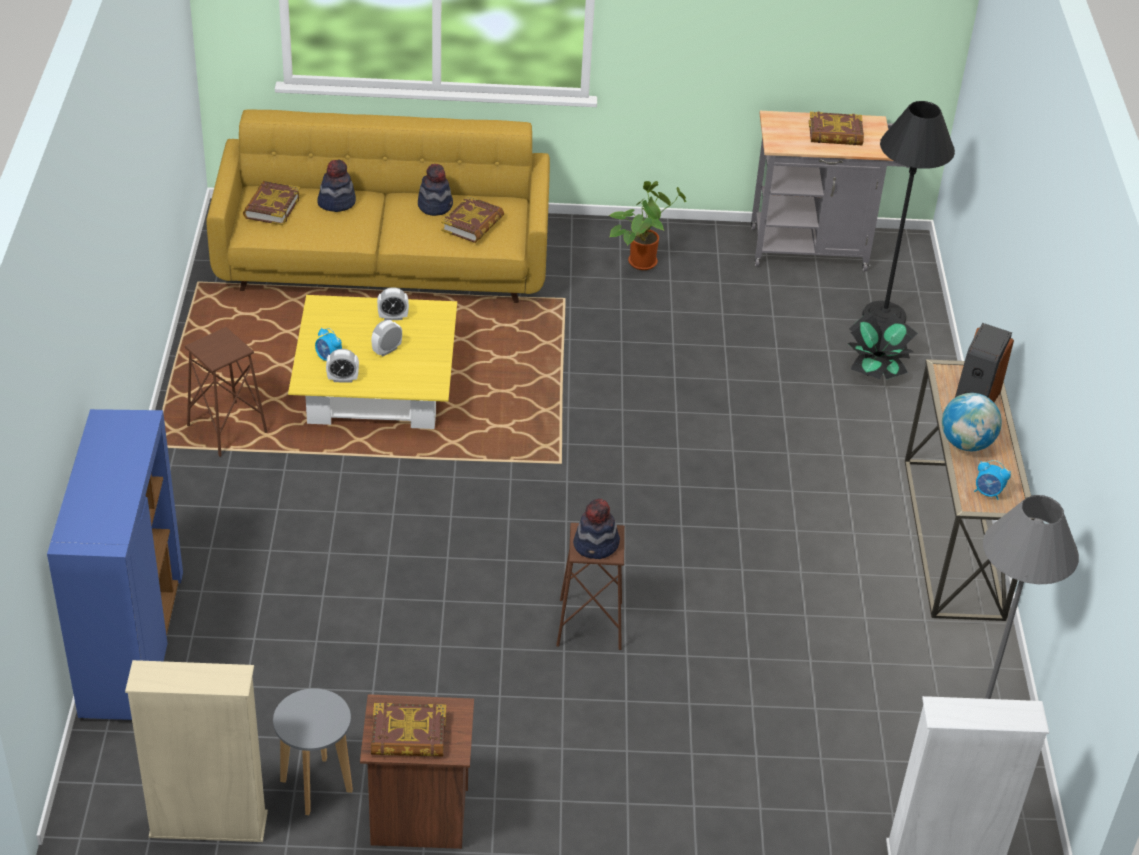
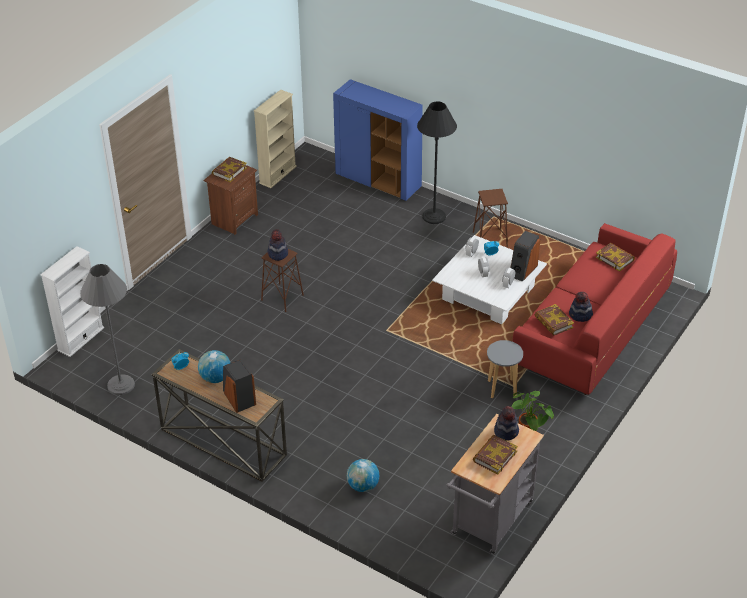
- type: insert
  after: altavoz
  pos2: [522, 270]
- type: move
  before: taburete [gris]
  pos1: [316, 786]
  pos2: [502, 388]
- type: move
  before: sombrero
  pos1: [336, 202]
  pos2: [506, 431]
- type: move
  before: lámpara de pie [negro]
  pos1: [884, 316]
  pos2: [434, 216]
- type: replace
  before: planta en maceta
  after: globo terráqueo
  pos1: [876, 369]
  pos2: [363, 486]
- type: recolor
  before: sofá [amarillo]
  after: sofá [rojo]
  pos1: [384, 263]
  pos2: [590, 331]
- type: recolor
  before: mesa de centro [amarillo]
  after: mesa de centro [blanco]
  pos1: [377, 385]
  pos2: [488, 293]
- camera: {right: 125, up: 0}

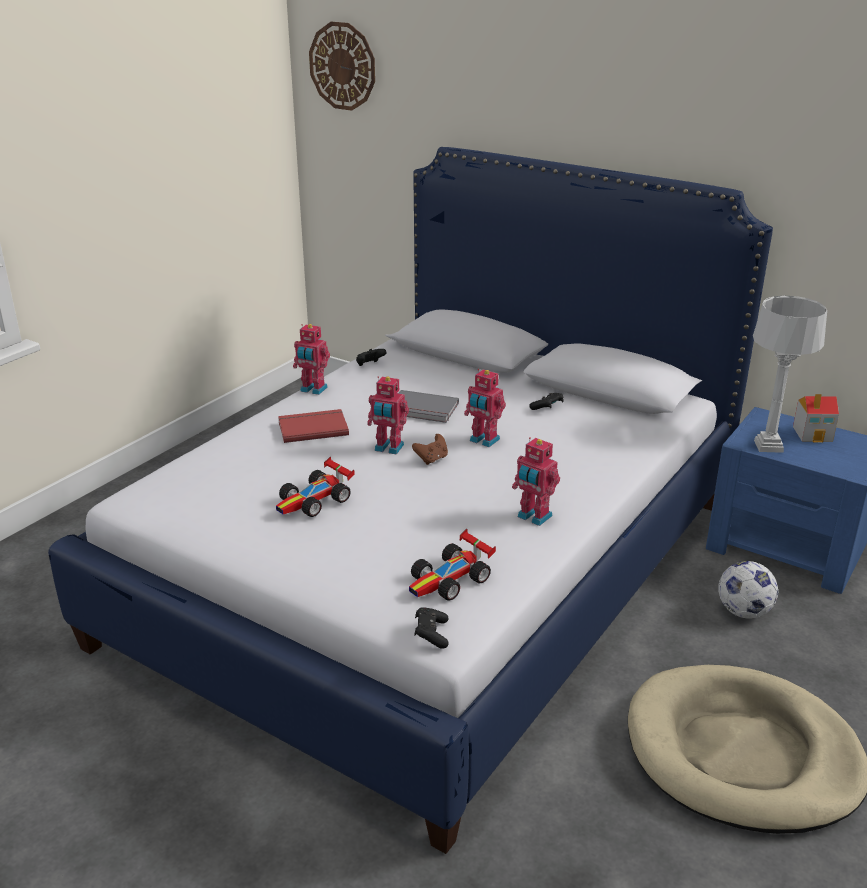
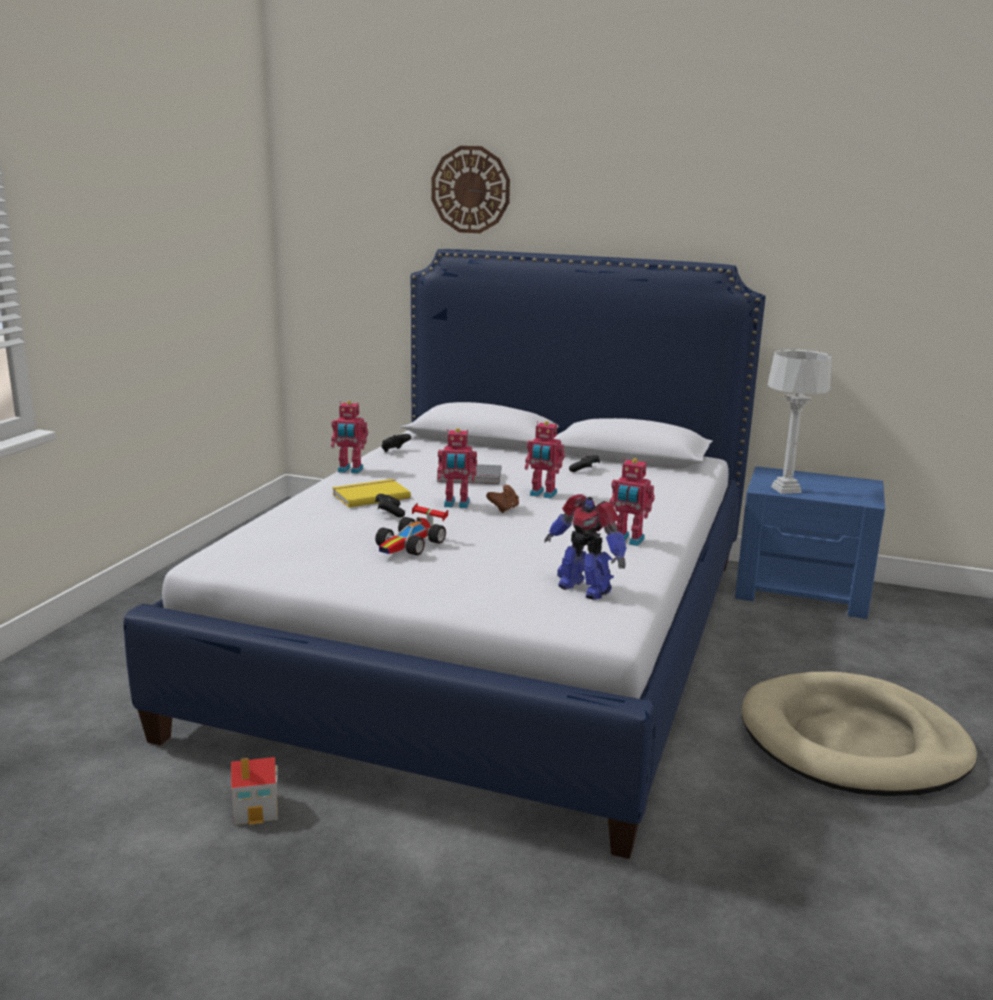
- type: delete
  before: balón de fútbol
  pos1: [743, 612]
- type: move
  before: reloj de pared
  pos1: [342, 66]
  pos2: [470, 189]
- type: move
  before: mando de consola [negro]
  pos1: [431, 634]
  pos2: [389, 512]
- type: move
  before: casita
  pos1: [813, 434]
  pos2: [257, 809]
- type: replace
  before: coche de juguete
  after: robot de juguete
  pos1: [451, 580]
  pos2: [584, 588]
- type: recolor
  before: libro [rojo]
  after: libro [amarillo]
  pos1: [312, 428]
  pos2: [370, 495]
- camera: {right: -15, up: -10}

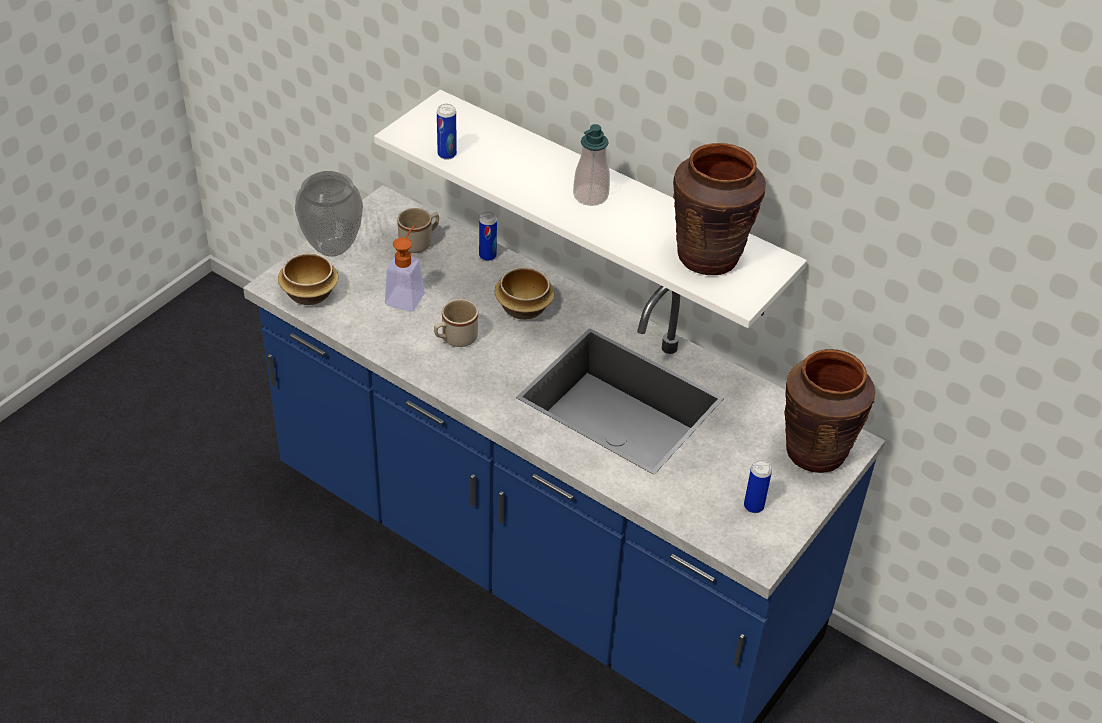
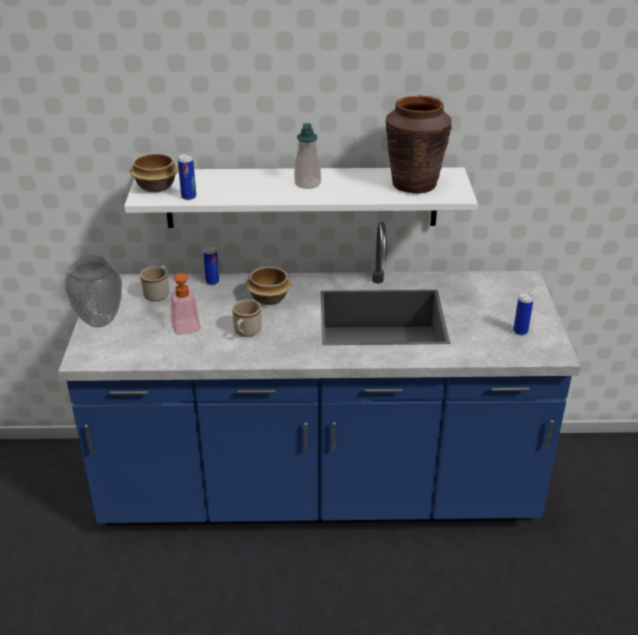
- type: delete
  before: florero [marrón]
  pos1: [815, 451]
- type: move
  before: cuenco
  pos1: [309, 293]
  pos2: [155, 186]
- camera: {right: -35, up: -10}

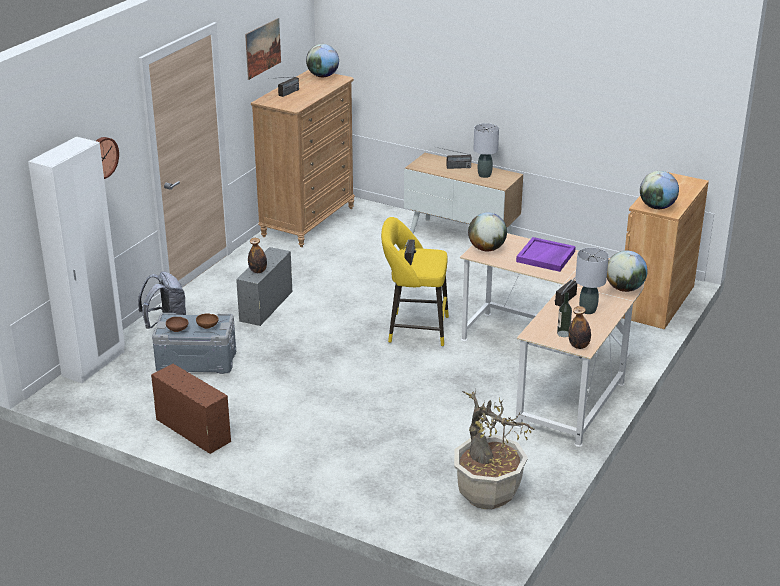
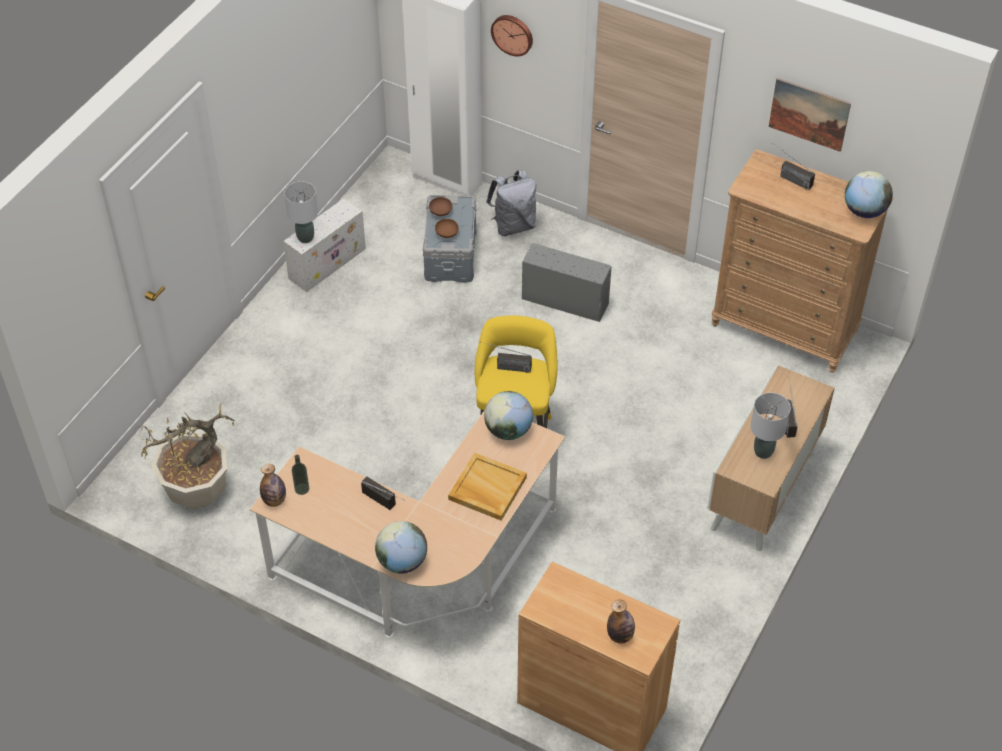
- type: delete
  before: globo terráqueo
  pos1: [657, 207]
- type: move
  before: botella
  pos1: [258, 271]
  pos2: [620, 636]
- type: move
  before: lámpara de mesa [gris]
  pos1: [588, 310]
  pos2: [305, 238]
- type: recolor
  before: caja de almacenaje [marrón]
  after: caja de almacenaje [blanco]
  pos1: [192, 430]
  pos2: [328, 263]
- type: recolor
  before: bandeja [morado]
  after: bandeja [beis]
  pos1: [546, 257]
  pos2: [486, 488]
- camera: {right: 90, up: 20}

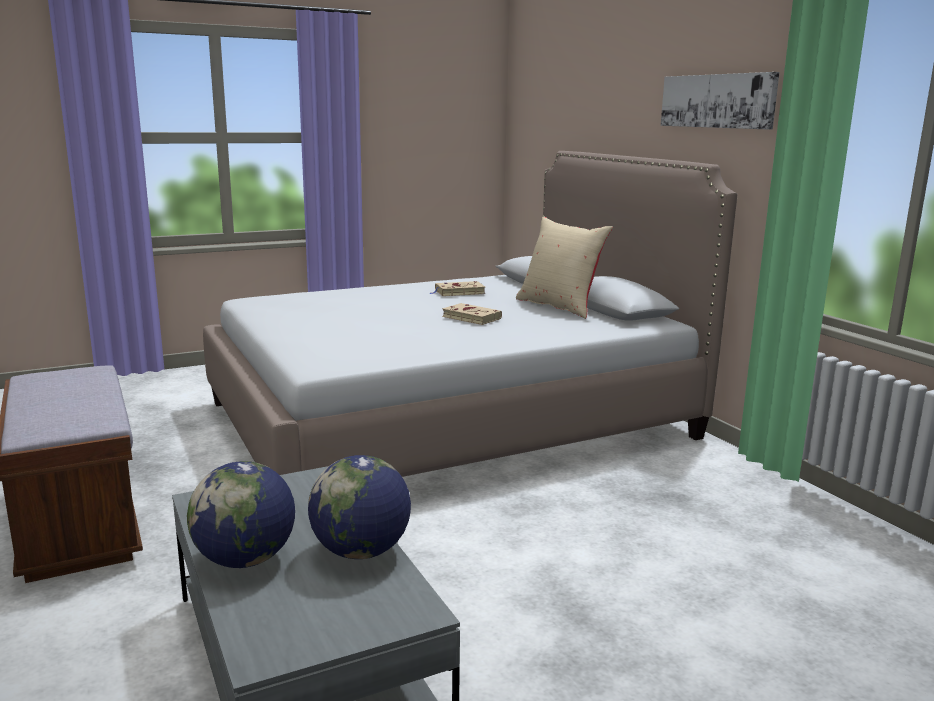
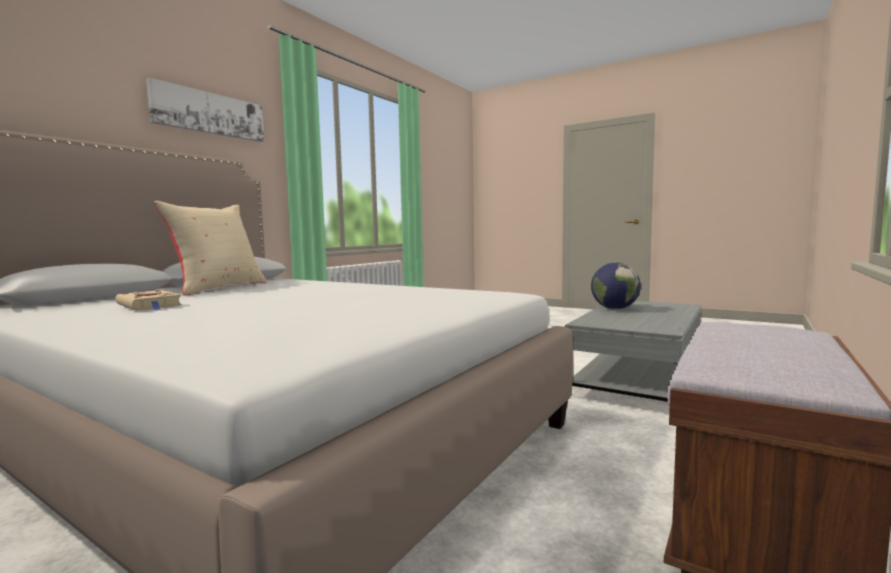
- type: delete
  before: globo terráqueo
  pos1: [245, 560]
- type: delete
  before: libro [beis]
  pos1: [470, 317]
- camera: {right: -120, up: -10}

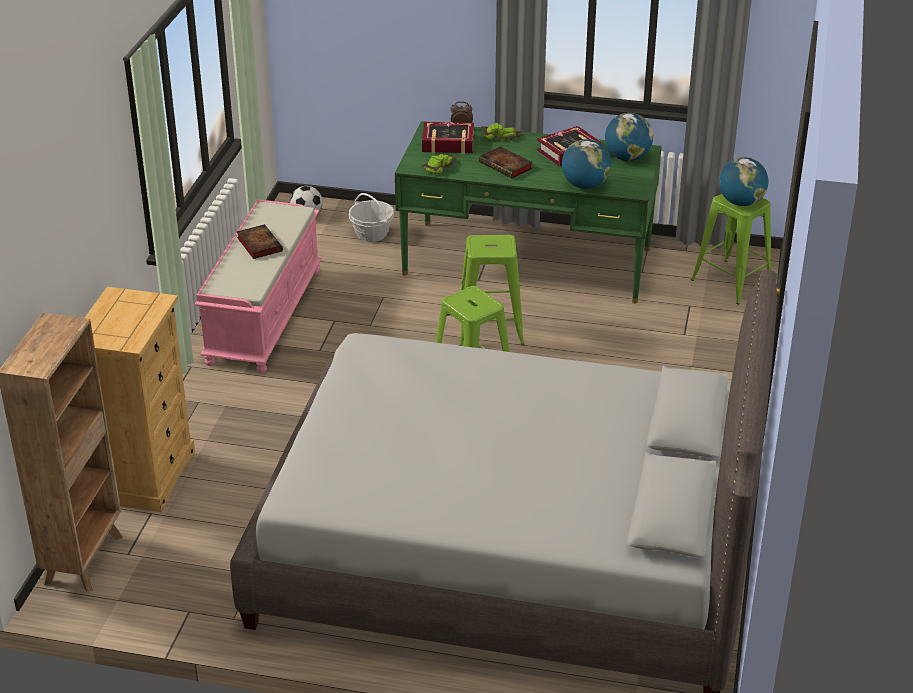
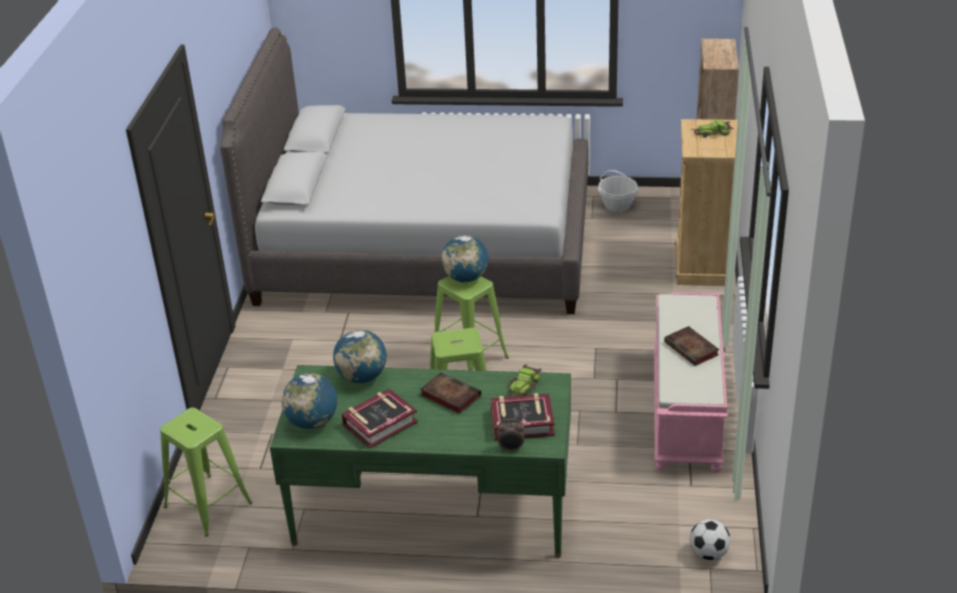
- type: move
  before: cesta
  pos1: [372, 234]
  pos2: [617, 205]
- type: move
  before: coche de juguete
  pos1: [502, 136]
  pos2: [712, 133]
- type: move
  before: globo terráqueo
  pos1: [741, 202]
  pos2: [466, 278]
- camera: {right: 175, up: 0}

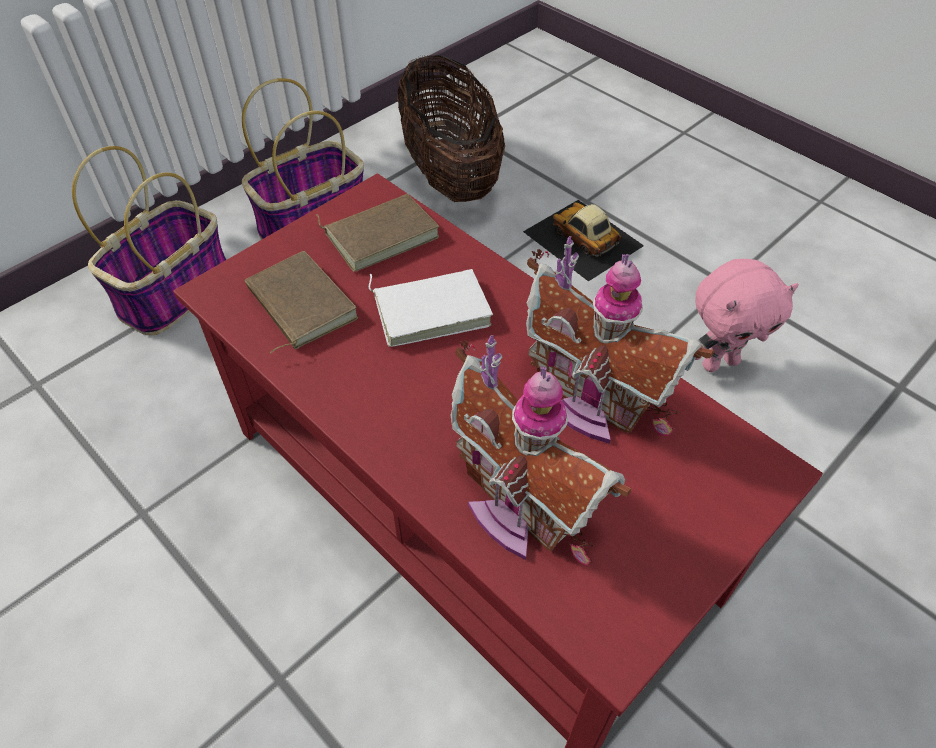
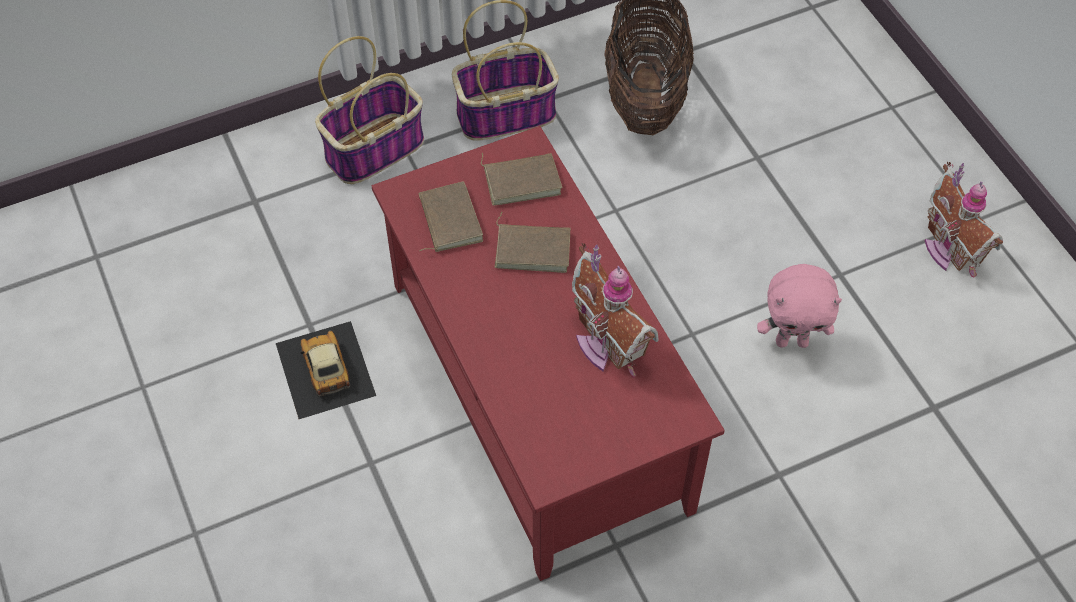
- type: move
  before: casita
  pos1: [519, 506]
  pos2: [949, 248]
- type: move
  before: coche de juguete
  pos1: [583, 239]
  pos2: [324, 369]
- type: recolor
  before: libro [blanco]
  after: libro [marrón]
  pos1: [431, 309]
  pos2: [533, 248]
- camera: {right: 20, up: 5}

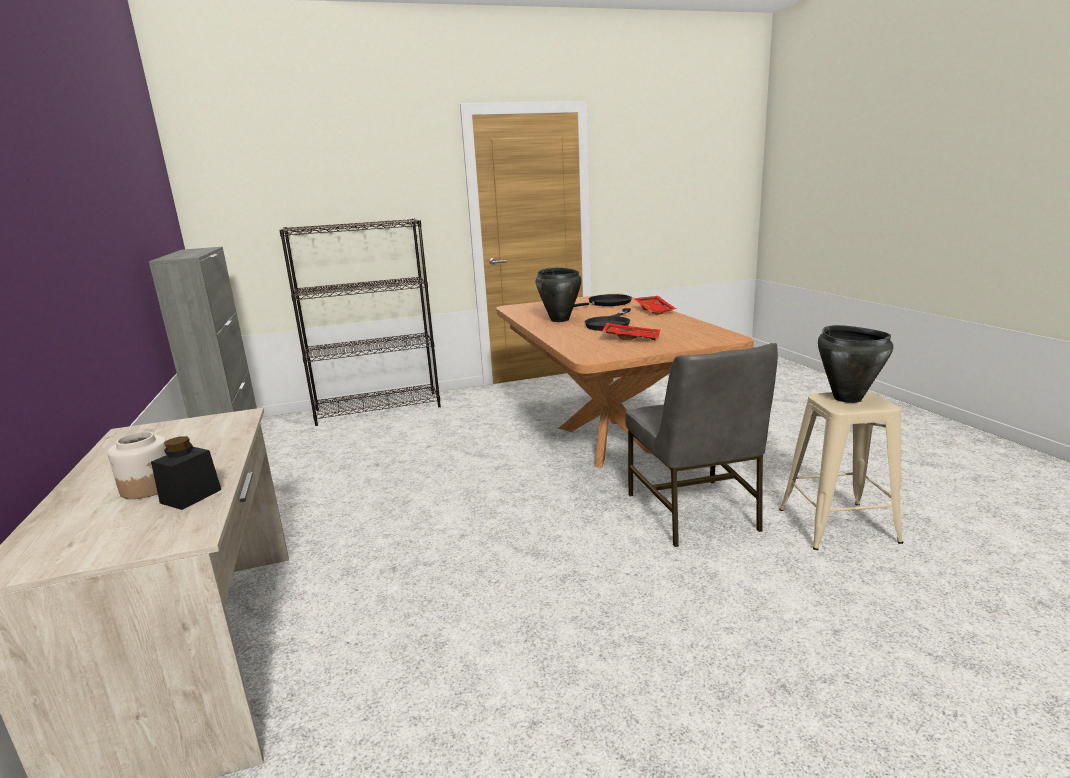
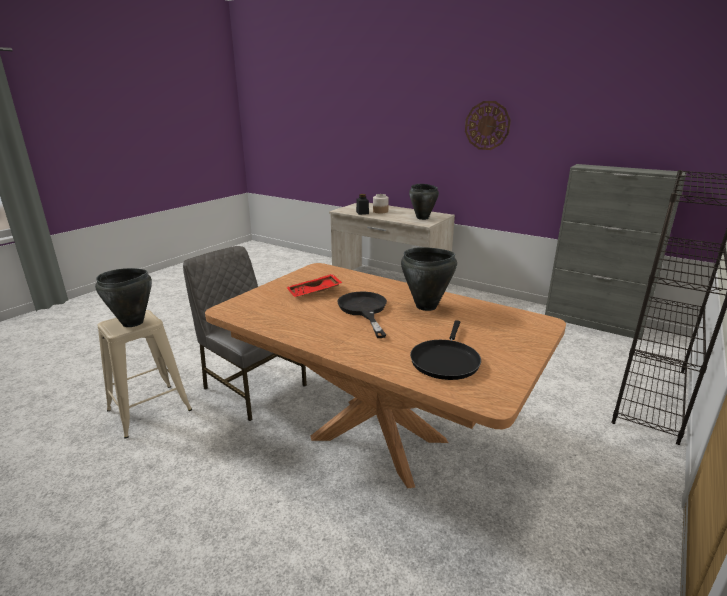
- type: delete
  before: bandeja [rojo]
  pos1: [655, 310]
- type: insert
  after: olla [negro]
  pos2: [422, 218]
- type: insert
  after: reloj de pared
  pos2: [487, 125]
- camera: {right: 140, up: 5}

